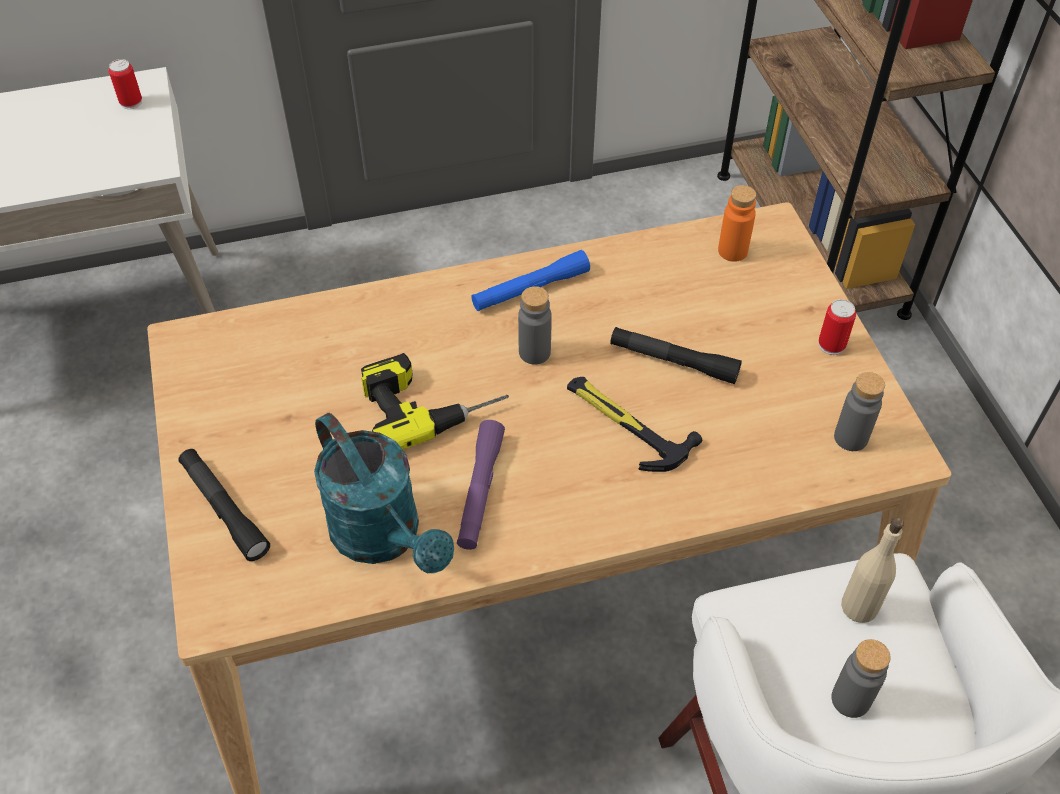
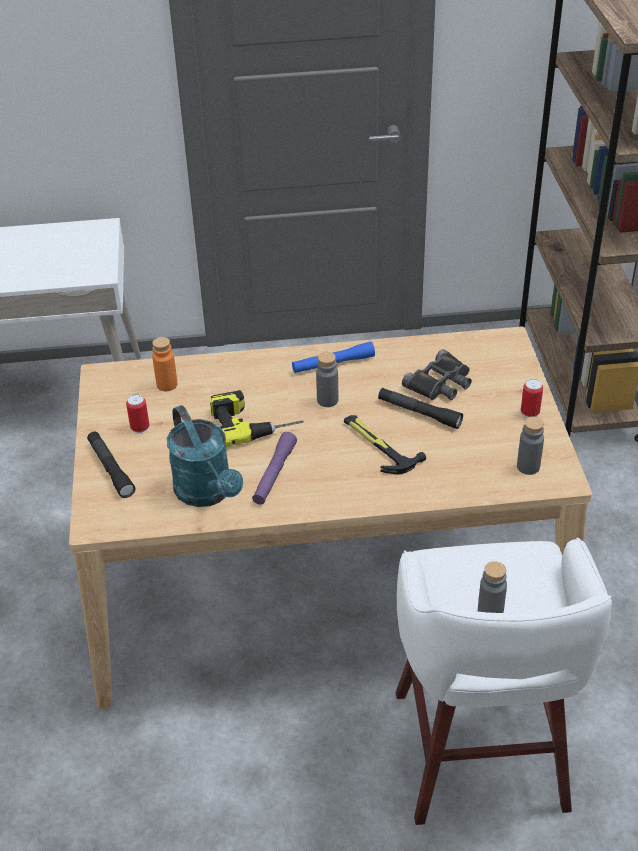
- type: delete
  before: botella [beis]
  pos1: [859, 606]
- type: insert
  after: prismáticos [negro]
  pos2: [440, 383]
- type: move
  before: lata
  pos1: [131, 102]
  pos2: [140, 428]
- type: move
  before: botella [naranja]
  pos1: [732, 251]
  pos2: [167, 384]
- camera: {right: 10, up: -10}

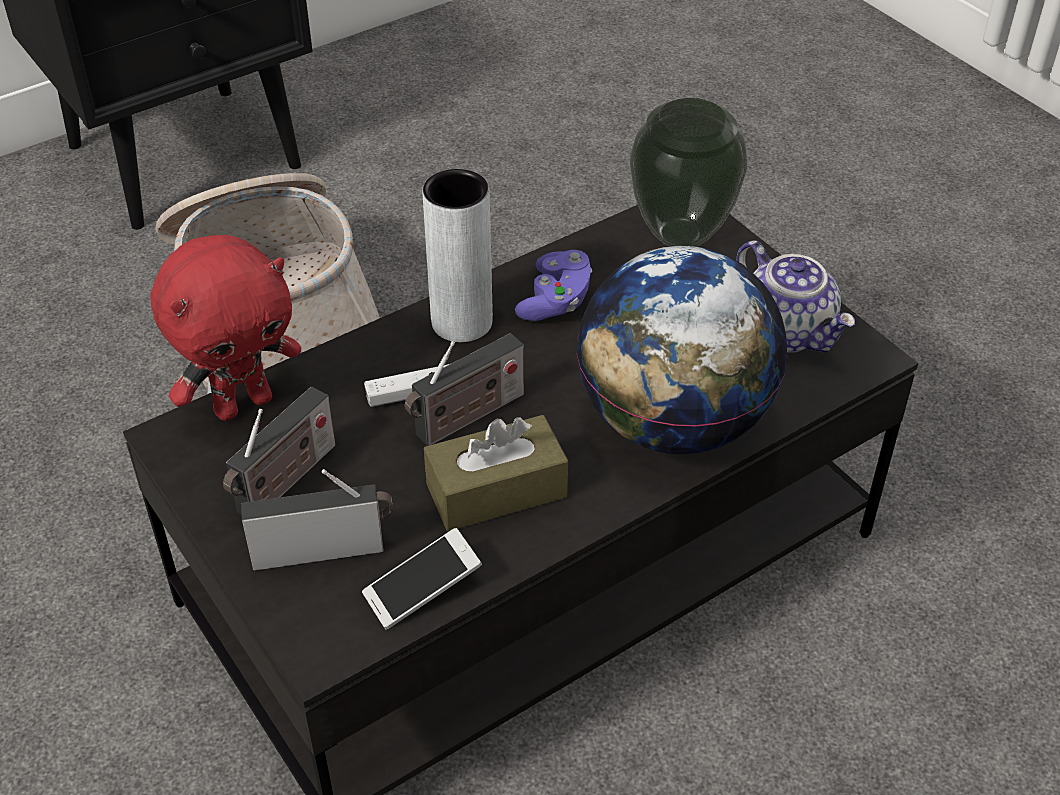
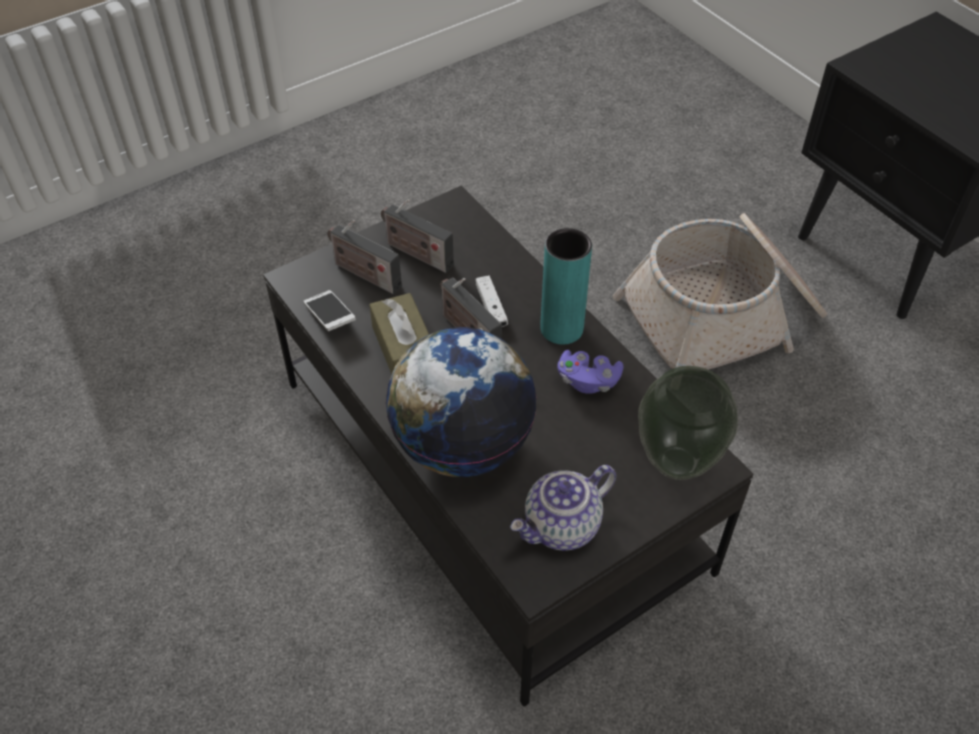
- type: delete
  before: peluche [rojo]
  pos1: [243, 403]
- type: recolor
  before: florero [gris]
  after: florero [turquesa]
  pos1: [462, 322]
  pos2: [561, 328]
- type: rotate
  before: radio
  pos1: [324, 549]
  pos2: [364, 274]
  turn: 135
- camera: {right: 90, up: 5}

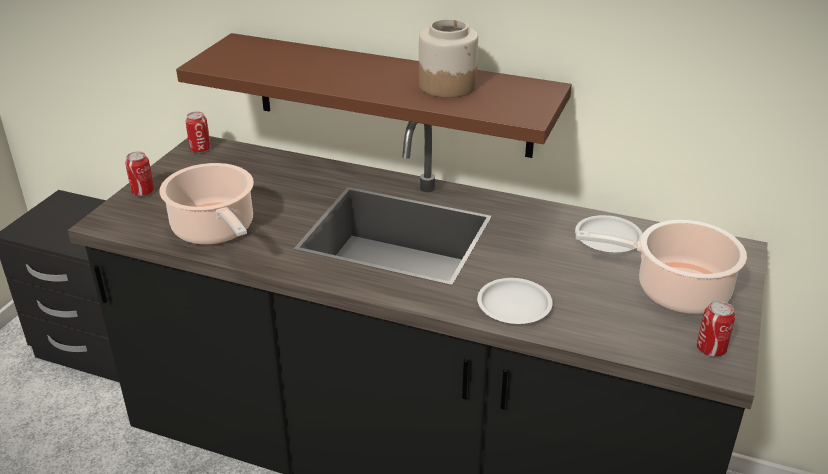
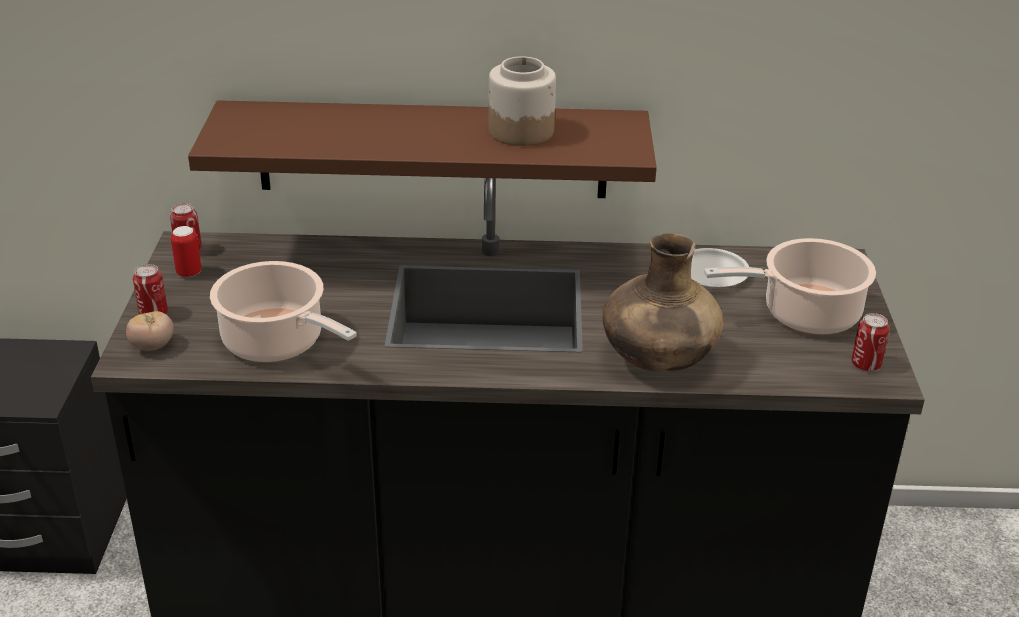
- type: insert
  after: tomate
  pos2: [152, 346]
- type: insert
  after: lata
  pos2: [189, 273]
- type: replace
  before: plato [blanco]
  after: florero [marrón]
  pos1: [513, 306]
  pos2: [658, 361]
- camera: {right: -20, up: 0}

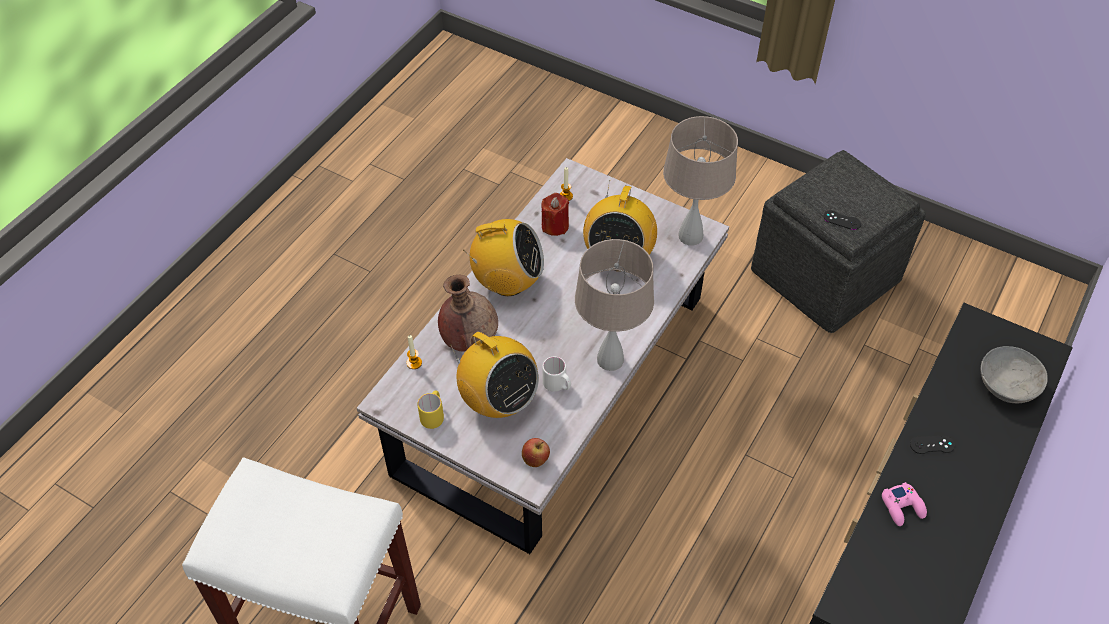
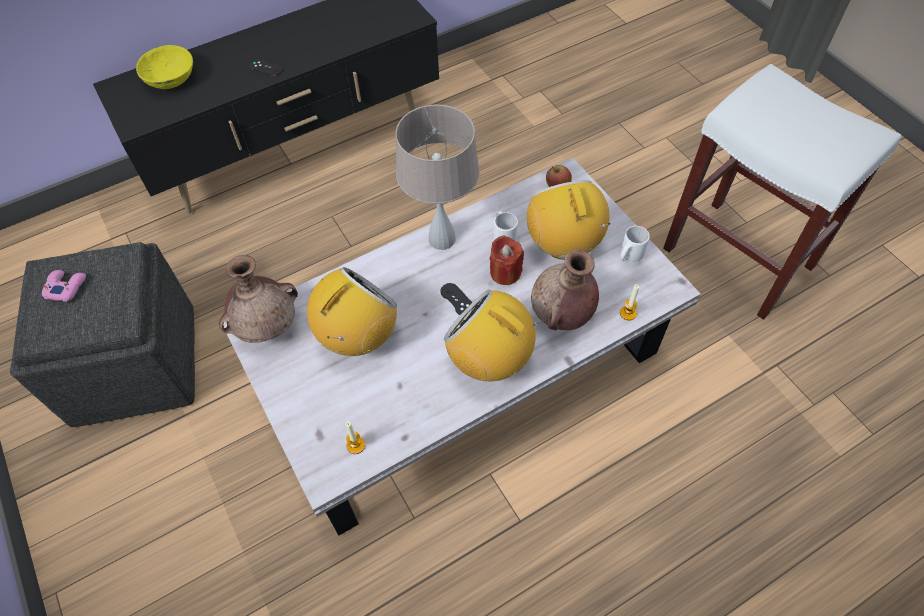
- type: move
  before: vela [rojo]
  pos1: [555, 226]
  pos2: [505, 272]
- type: move
  before: mando de consola [negro]
  pos1: [842, 220]
  pos2: [457, 299]
- type: move
  before: mando de consola [rosa]
  pos1: [902, 507]
  pos2: [66, 287]
- type: replace
  before: lámpara de mesa [beis]
  after: florero [marrón]
  pos1: [690, 236]
  pos2: [268, 327]
- type: recolor
  before: taza grande [amarillo]
  after: taza grande [blanco]
  pos1: [433, 416]
  pos2: [629, 256]
- type: recolor
  before: cuenco [gris]
  after: cuenco [amarillo]
  pos1: [1007, 385]
  pos2: [170, 79]
- camera: {right: -150, up: 5}

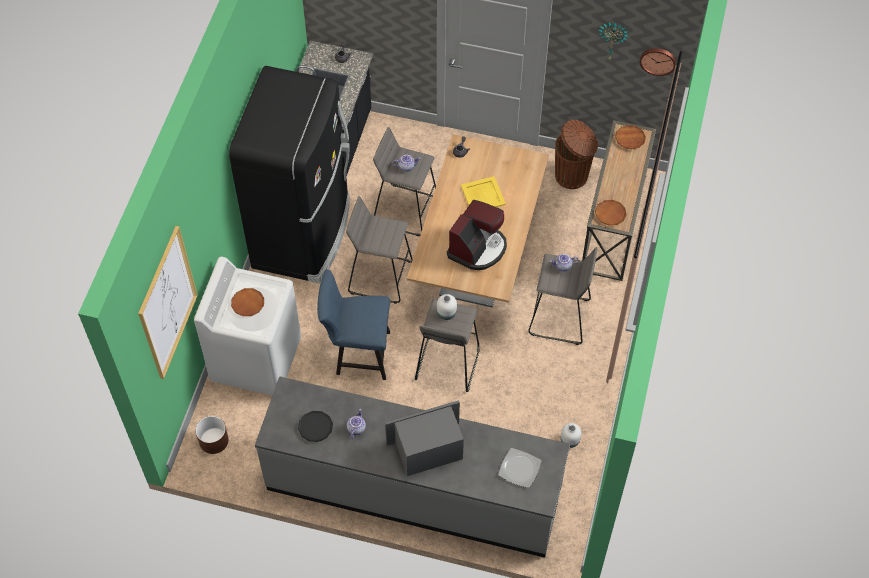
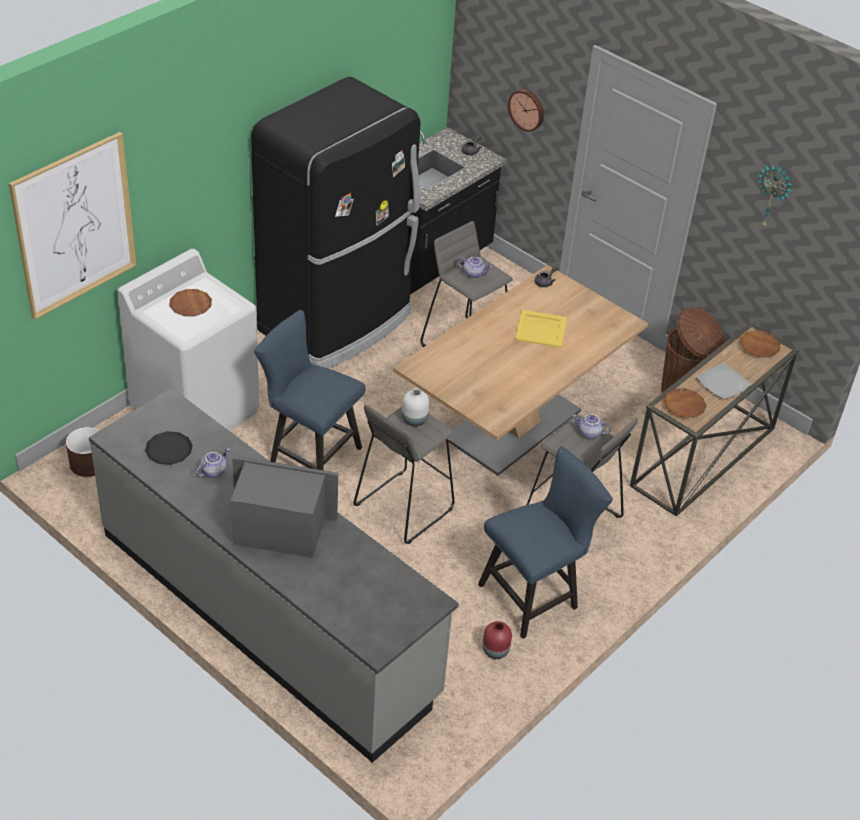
- type: delete
  before: taburete [gris]
  pos1: [380, 276]
- type: delete
  before: cafetera
  pos1: [477, 248]
- type: insert
  after: silla [azul]
  pos2: [534, 595]
- type: move
  before: plato
  pos1: [519, 469]
  pos2: [722, 383]
- type: move
  before: reloj de pared
  pos1: [658, 60]
  pos2: [527, 109]
- type: recolor
  before: florero [blanco]
  after: florero [rojo]
  pos1: [569, 440]
  pos2: [495, 650]
- camera: {right: 25, up: -15}

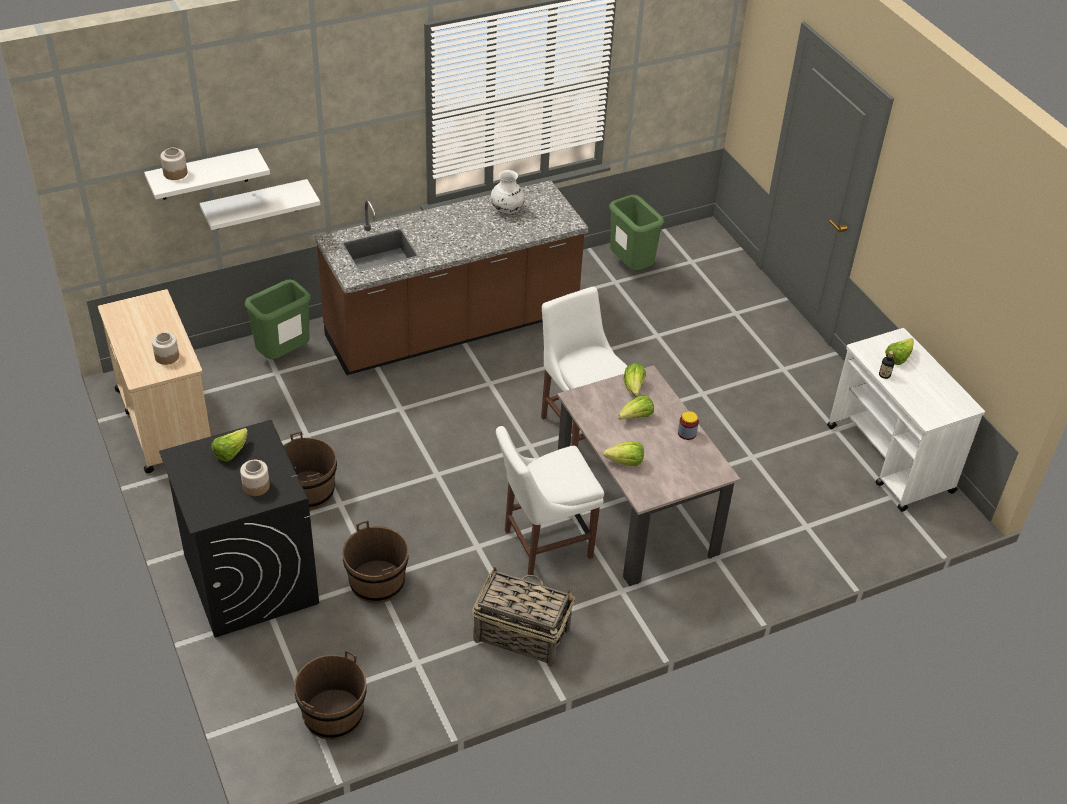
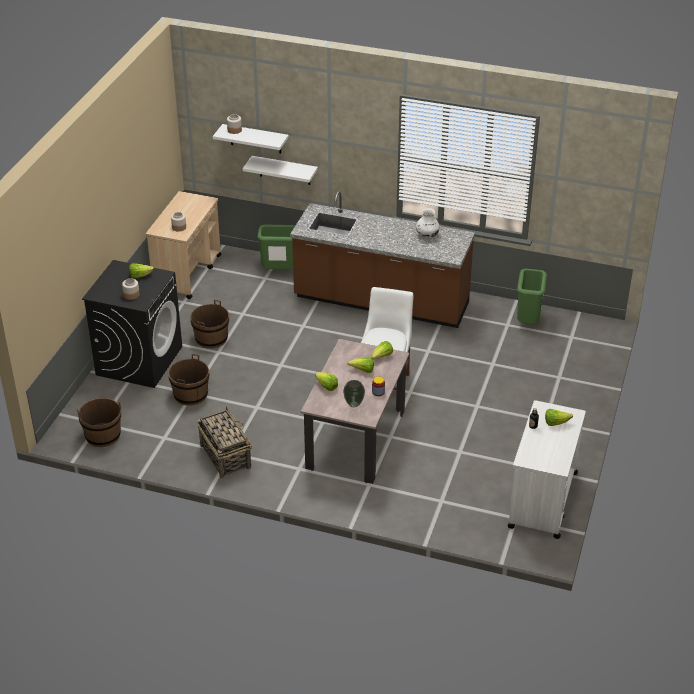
- type: delete
  before: silla [blanco]
  pos1: [543, 544]
- type: insert
  after: florero
  pos2: [354, 404]
- camera: {right: 45, up: -5}

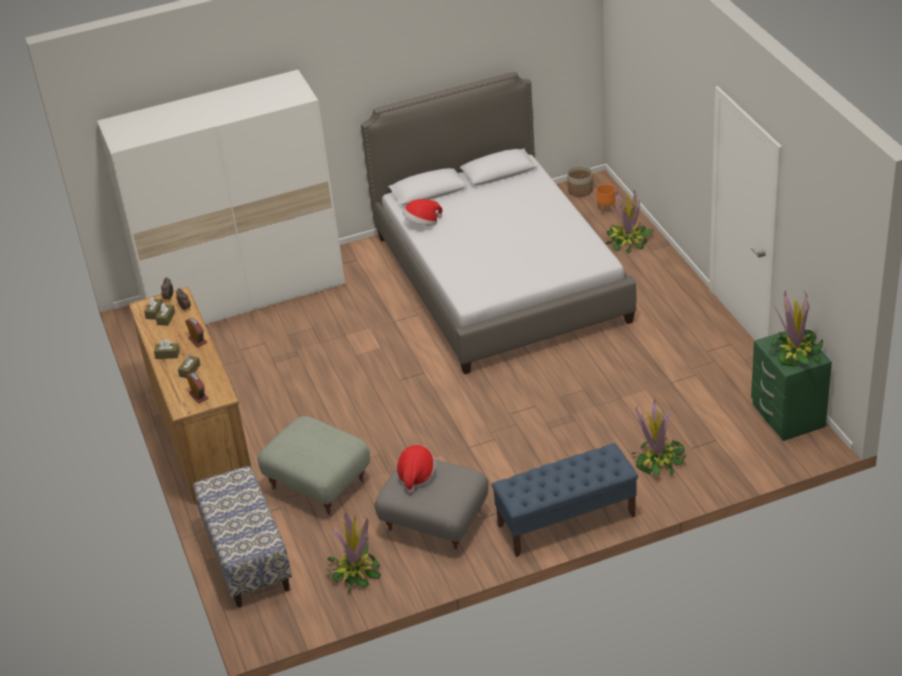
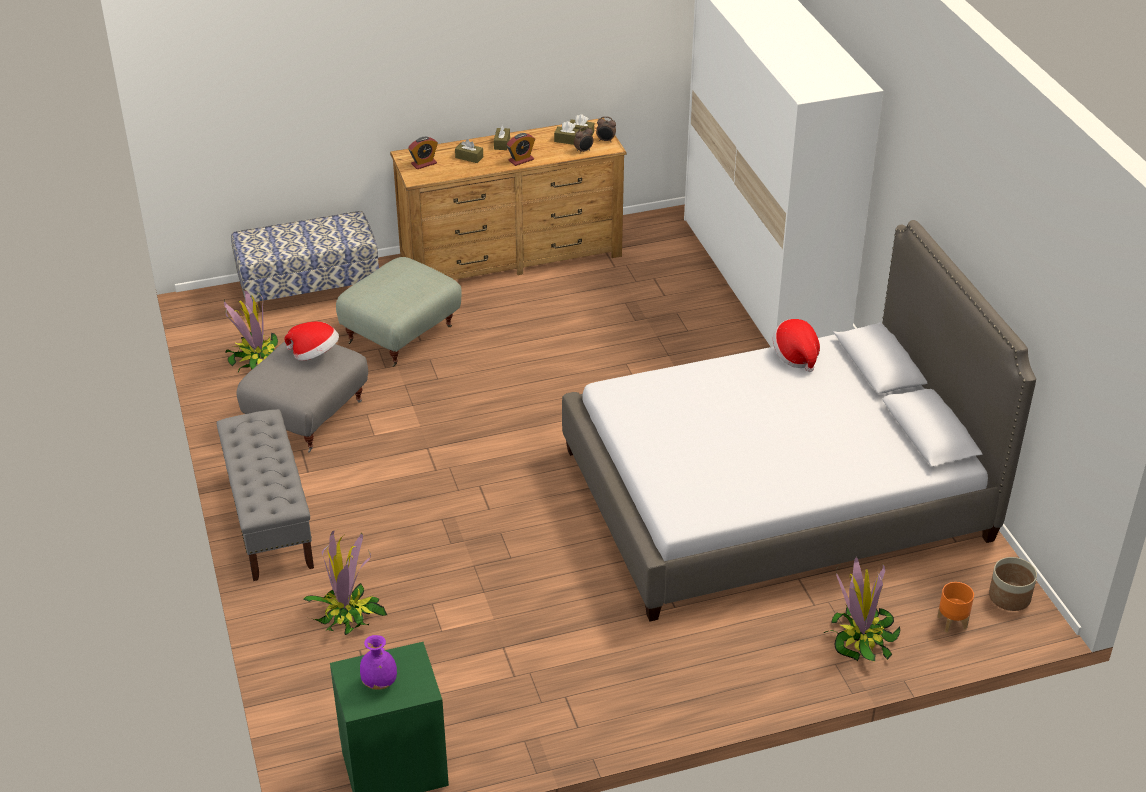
- type: replace
  before: planta en maceta
  after: florero [morado]
  pos1: [795, 352]
  pos2: [380, 682]
- type: recolor
  before: banco [azul]
  after: banco [gris]
  pos1: [566, 521]
  pos2: [269, 520]
- camera: {right: 90, up: 0}

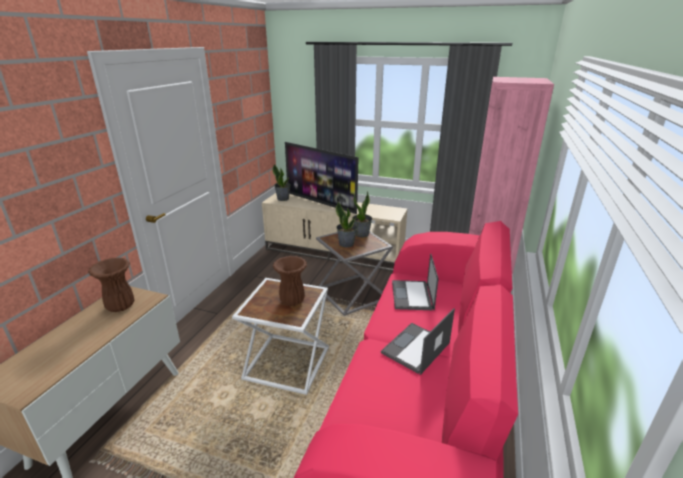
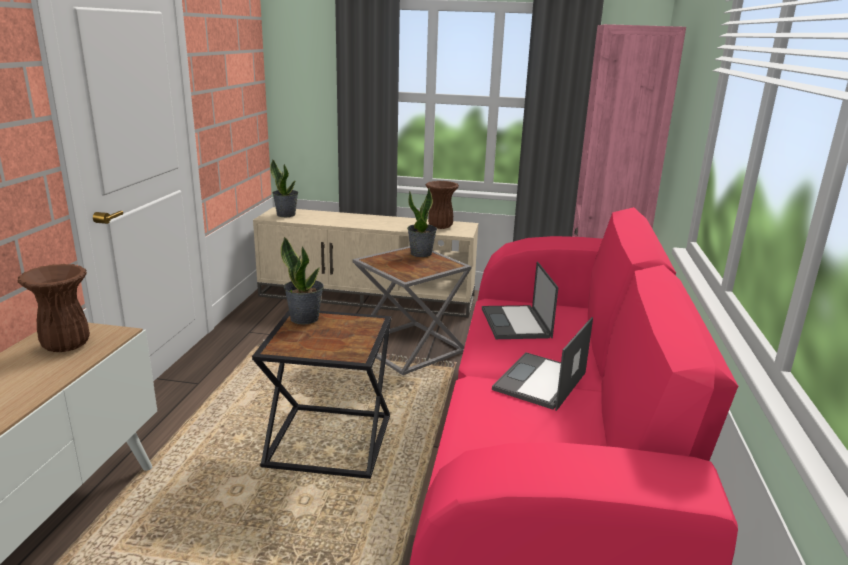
- type: delete
  before: televisor
  pos1: [321, 202]
- type: move
  before: florero [marrón]
  pos1: [292, 301]
  pos2: [441, 227]
- type: move
  before: planta en maceta
  pos1: [346, 244]
  pos2: [305, 318]
- type: recolor
  before: mesa auxiliar [blanco]
  after: mesa auxiliar [negro]
  pos1: [285, 363]
  pos2: [327, 442]
- camera: {right: -10, up: -5}

